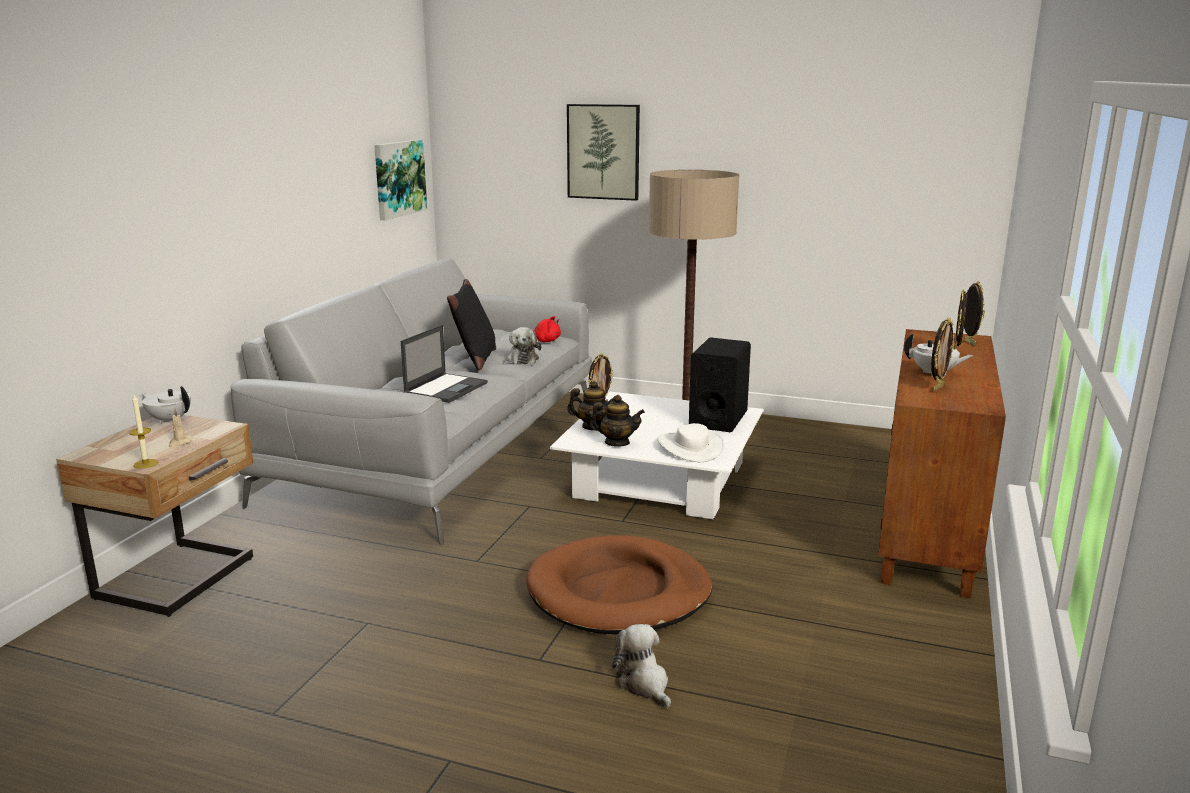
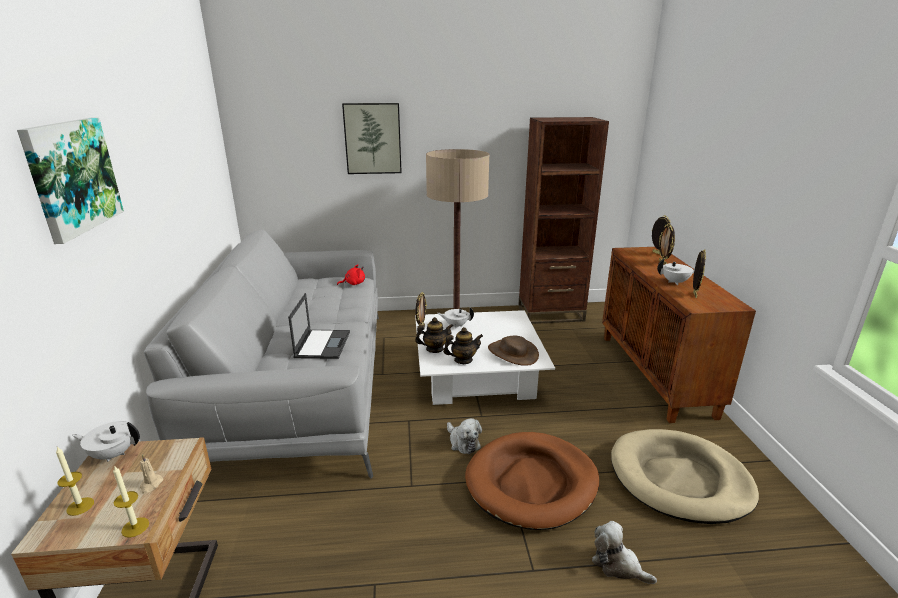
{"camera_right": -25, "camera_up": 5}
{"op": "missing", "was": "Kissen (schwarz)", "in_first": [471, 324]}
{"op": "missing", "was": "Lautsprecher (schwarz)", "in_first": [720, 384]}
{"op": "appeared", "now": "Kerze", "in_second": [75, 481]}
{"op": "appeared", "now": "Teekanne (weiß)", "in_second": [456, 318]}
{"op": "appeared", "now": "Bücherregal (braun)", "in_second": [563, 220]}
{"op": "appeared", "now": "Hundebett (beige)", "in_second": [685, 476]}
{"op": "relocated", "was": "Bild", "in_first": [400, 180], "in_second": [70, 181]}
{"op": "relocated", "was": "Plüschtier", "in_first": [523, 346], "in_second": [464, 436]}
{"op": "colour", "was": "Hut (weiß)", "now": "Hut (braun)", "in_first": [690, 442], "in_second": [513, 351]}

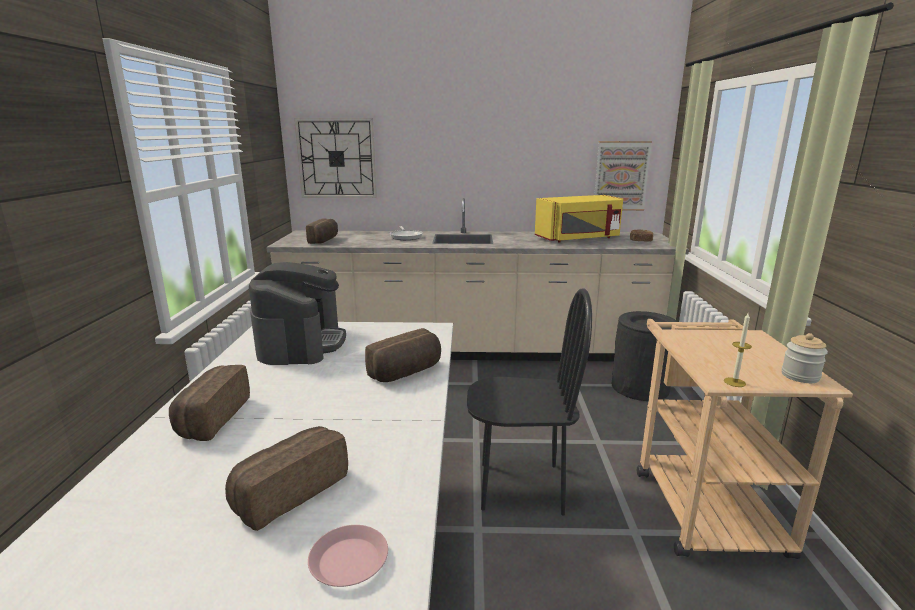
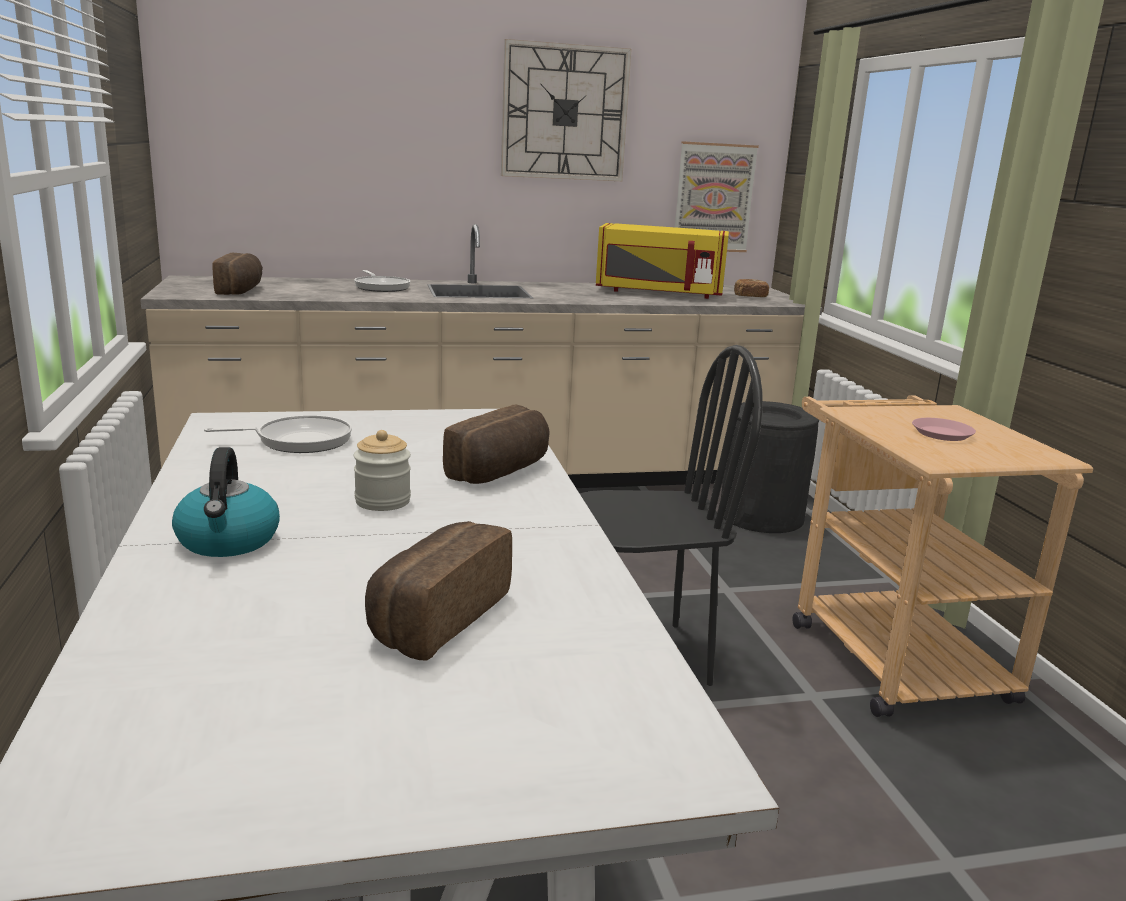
{"camera_right": -15, "camera_up": 0}
{"op": "missing", "was": "Kerze", "in_first": [738, 349]}
{"op": "relocated", "was": "Wanduhr", "in_first": [335, 158], "in_second": [566, 110]}
{"op": "relocated", "was": "Teller (rosa)", "in_first": [348, 556], "in_second": [944, 429]}
{"op": "relocated", "was": "Vorratsglas", "in_first": [804, 358], "in_second": [382, 470]}
{"op": "exchanged", "was": "Brot", "now": "Wasserkessel", "in_first": [209, 403], "in_second": [226, 502]}
{"op": "exchanged", "was": "Kaffeemaschine", "now": "Pfanne", "in_first": [297, 313], "in_second": [278, 434]}
{"op": "spun", "was": "Mikrowelle (gelb)", "in_first": [579, 219], "in_second": [662, 261], "clockwise": 45}

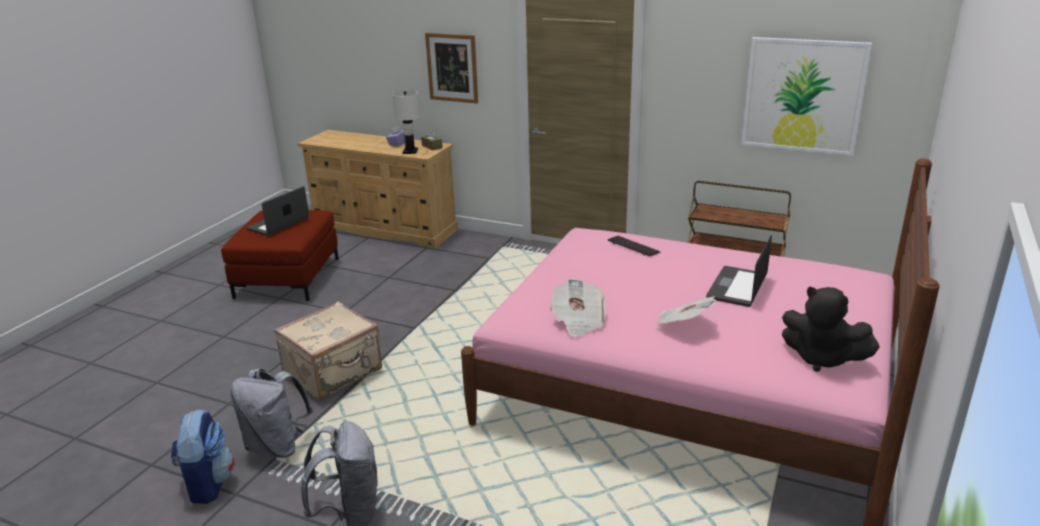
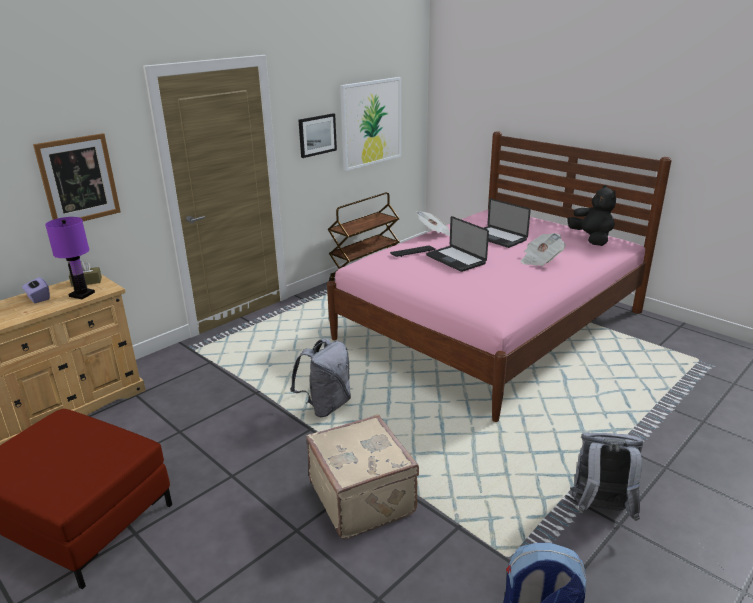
{"camera_right": -70, "camera_up": 0}
{"op": "appeared", "now": "Bild", "in_second": [318, 135]}
{"op": "relocated", "was": "Rucksack (grau)", "in_first": [272, 413], "in_second": [320, 377]}
{"op": "relocated", "was": "Laptop", "in_first": [278, 211], "in_second": [457, 244]}
{"op": "relocated", "was": "Zeitung", "in_first": [577, 307], "in_second": [433, 223]}
{"op": "colour", "was": "Tischlampe (weiß)", "now": "Tischlampe (lila)", "in_first": [406, 122], "in_second": [70, 258]}
{"op": "spun", "was": "Plüschtier (schwarz)", "in_first": [831, 329], "in_second": [592, 215], "clockwise": -75}

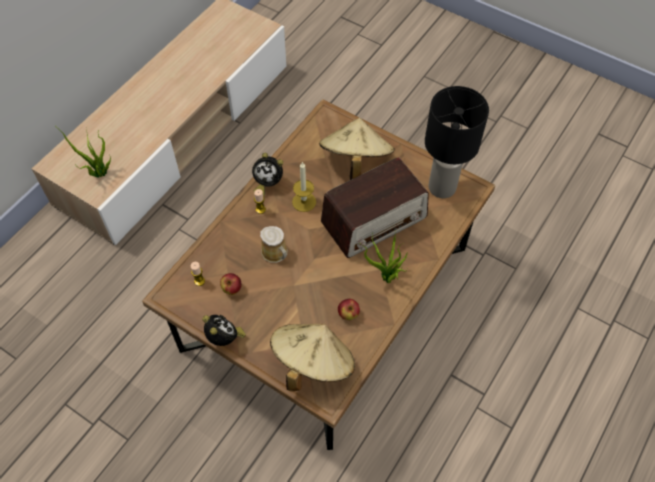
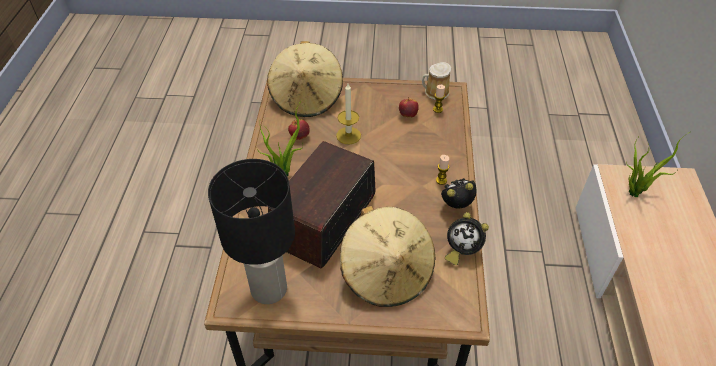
{"camera_right": 150, "camera_up": -10}
{"op": "relocated", "was": "Wecker", "in_first": [224, 330], "in_second": [467, 238]}
{"op": "relocated", "was": "Henkelbecher", "in_first": [274, 244], "in_second": [436, 81]}
{"op": "relocated", "was": "Kerze", "in_first": [304, 187], "in_second": [348, 114]}

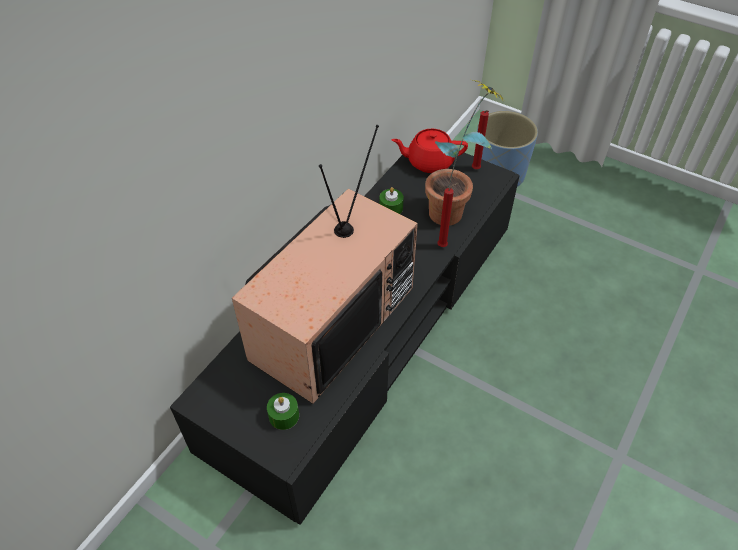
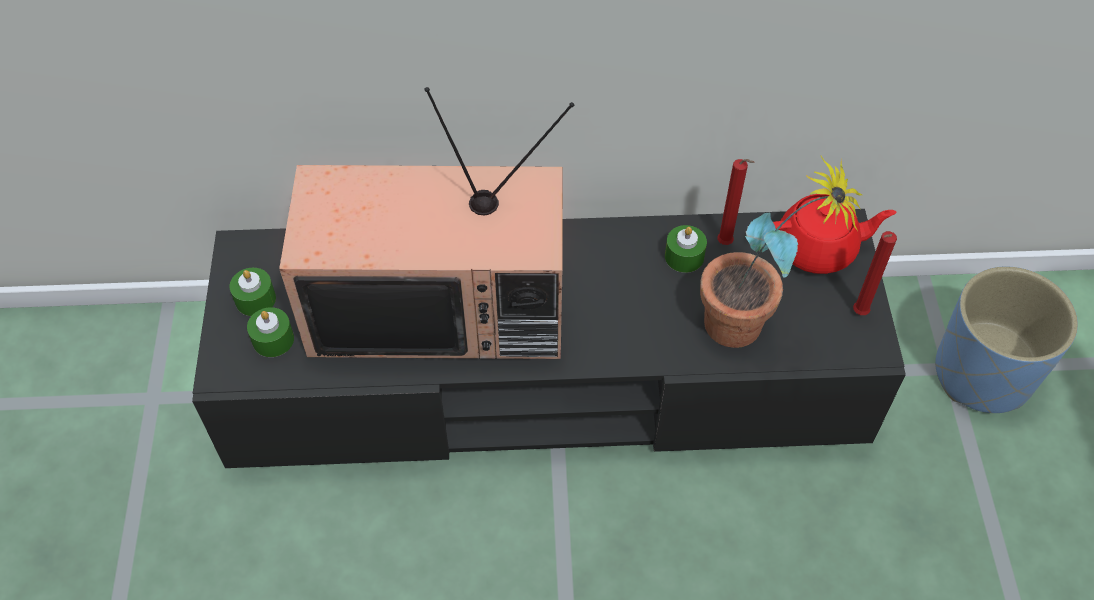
{"camera_right": 55, "camera_up": 5}
{"op": "appeared", "now": "Kerze (grün)", "in_second": [253, 292]}
{"op": "relocated", "was": "Kerze (rot)", "in_first": [448, 215], "in_second": [736, 202]}
{"op": "spun", "was": "Teekanne (rot)", "in_first": [429, 151], "in_second": [834, 234], "clockwise": 120}

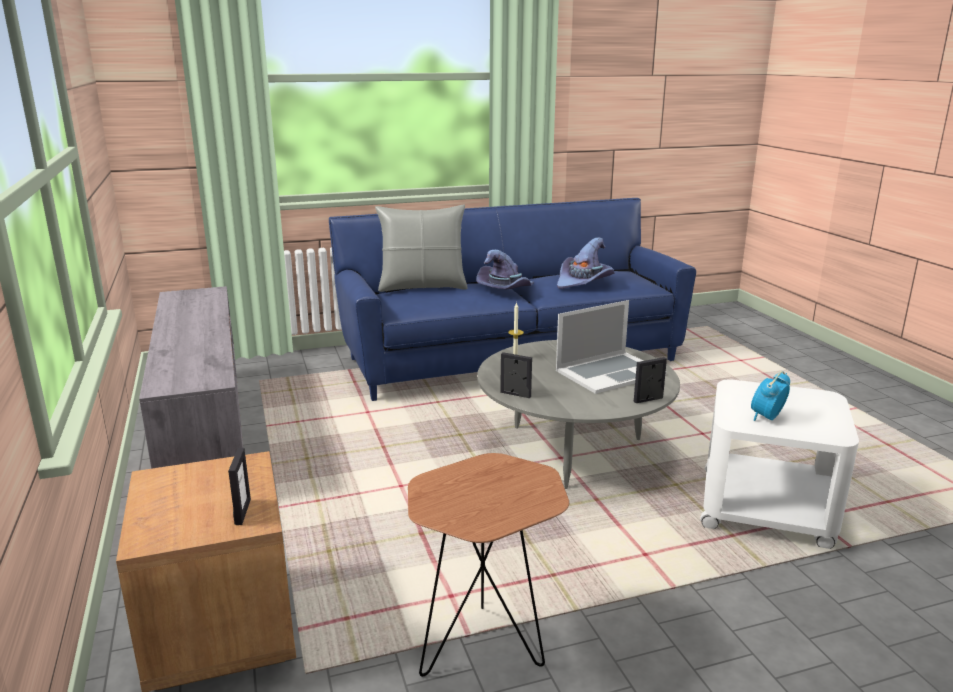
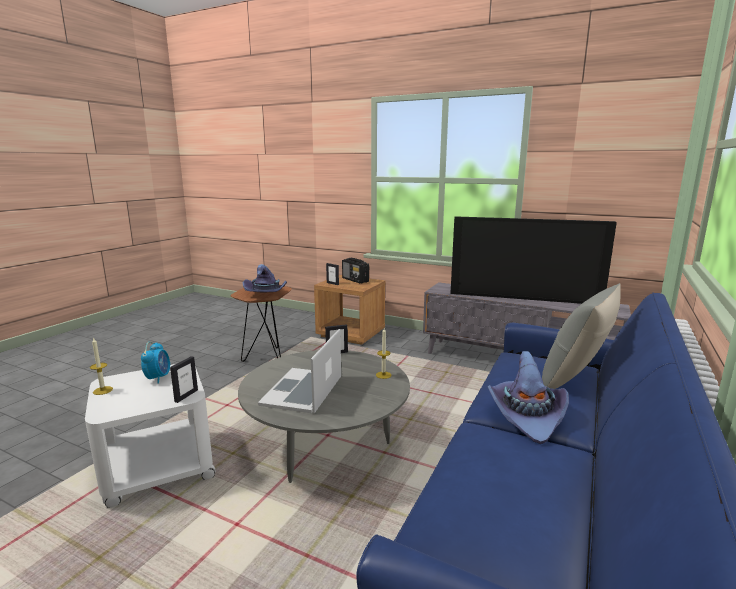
{"camera_right": 135, "camera_up": -5}
{"op": "appeared", "now": "Kerze", "in_second": [101, 366]}
{"op": "appeared", "now": "Radio", "in_second": [355, 270]}
{"op": "appeared", "now": "Fernseher", "in_second": [533, 260]}
{"op": "relocated", "was": "Hut (lila)", "in_first": [586, 263], "in_second": [264, 278]}
{"op": "relocated", "was": "Bilderrahmen", "in_first": [650, 380], "in_second": [184, 379]}

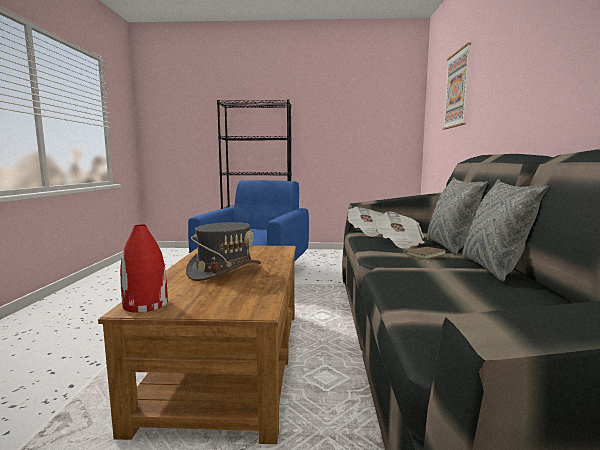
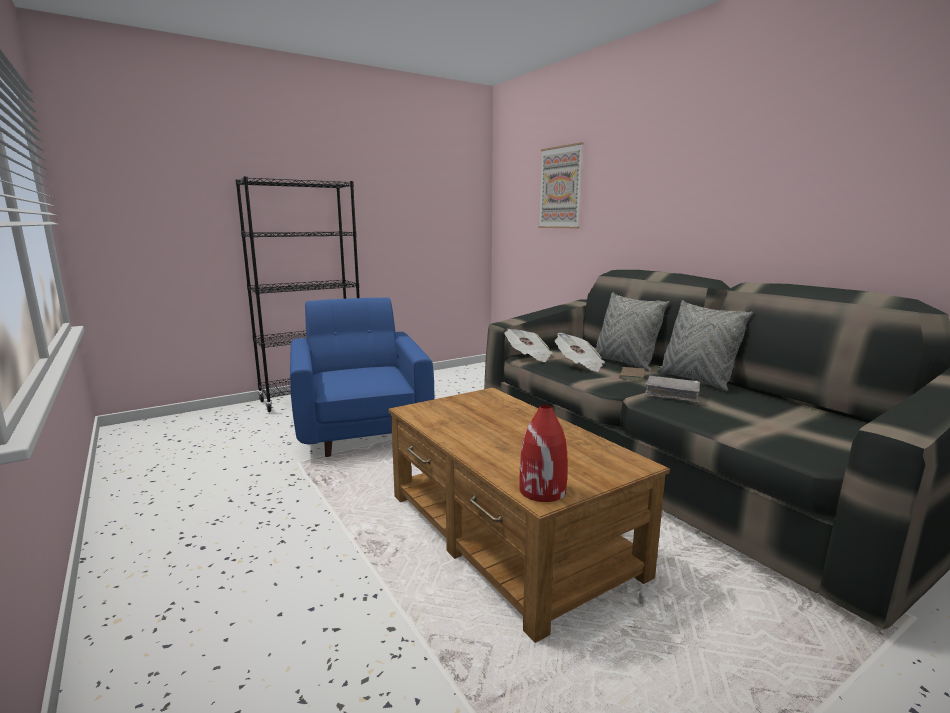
{"camera_right": -35, "camera_up": 5}
{"op": "missing", "was": "Hut (grau)", "in_first": [223, 251]}
{"op": "appeared", "now": "Buch (grau)", "in_second": [672, 389]}

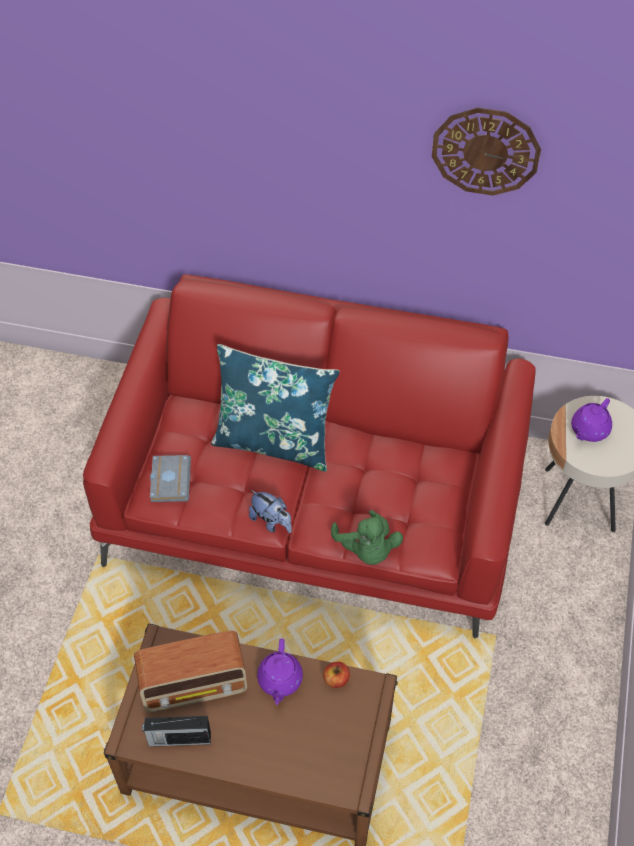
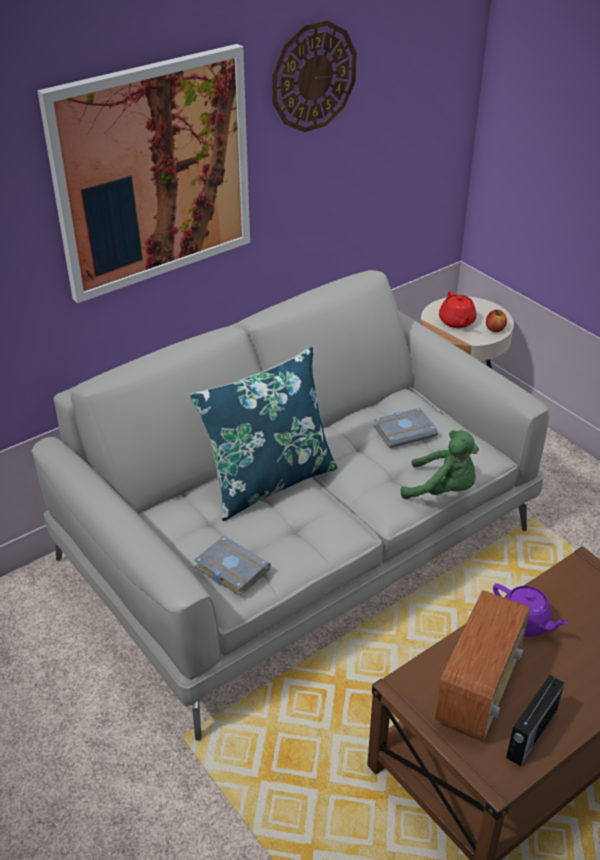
{"camera_right": -50, "camera_up": -15}
{"op": "missing", "was": "Plüschtier", "in_first": [270, 511]}
{"op": "appeared", "now": "Bild", "in_second": [143, 173]}
{"op": "appeared", "now": "Buch (grau)", "in_second": [406, 428]}
{"op": "relocated", "was": "Apfel", "in_first": [336, 675], "in_second": [496, 321]}
{"op": "colour", "was": "Sofa (rot)", "now": "Sofa (grau)", "in_first": [309, 456], "in_second": [290, 505]}
{"op": "colour", "was": "Teekanne (lila)", "now": "Teekanne (rot)", "in_first": [591, 420], "in_second": [458, 309]}

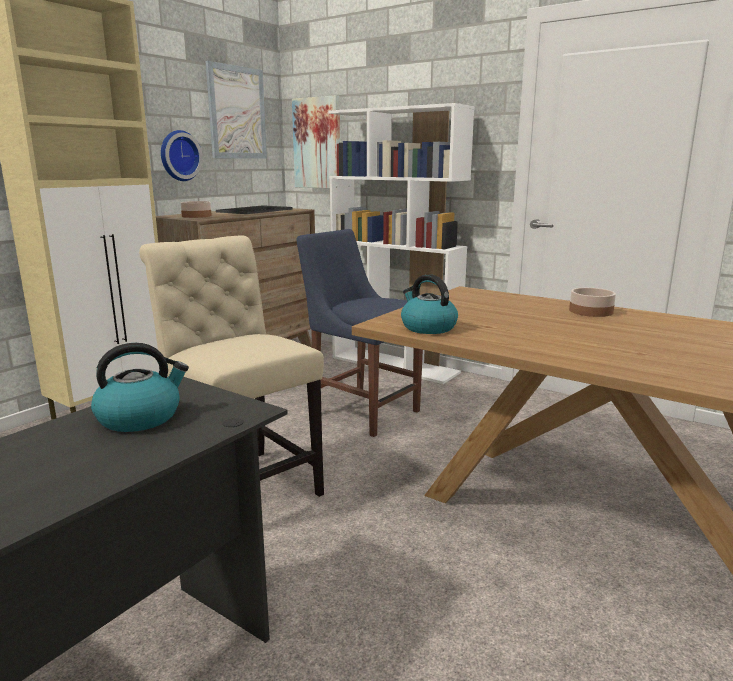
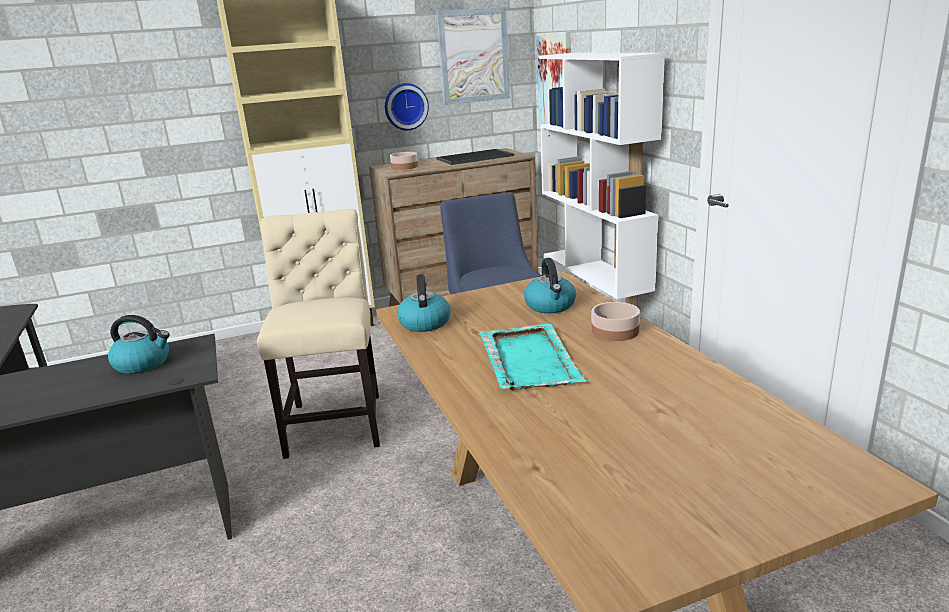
{"camera_right": 35, "camera_up": 5}
{"op": "appeared", "now": "Tablett (türkis)", "in_second": [533, 357]}
{"op": "appeared", "now": "Wasserkessel", "in_second": [550, 285]}

